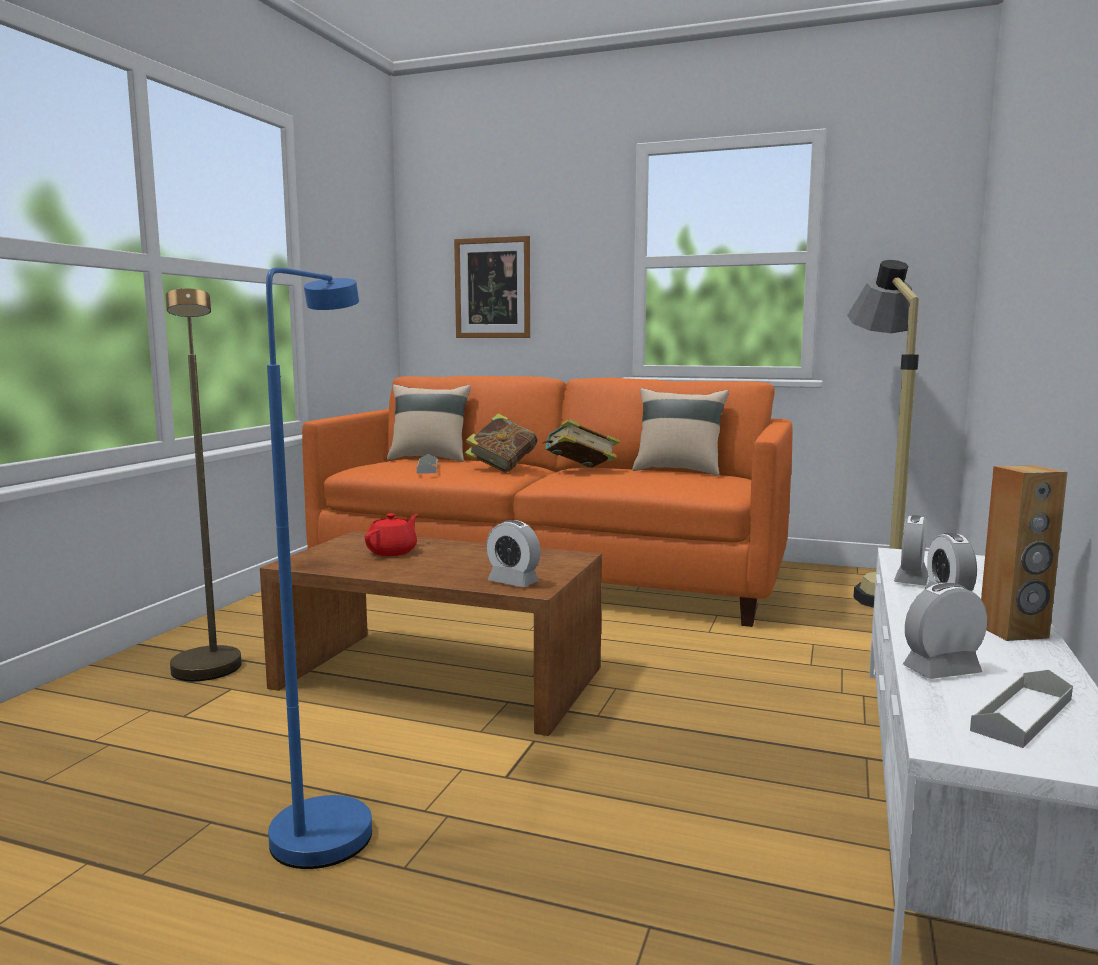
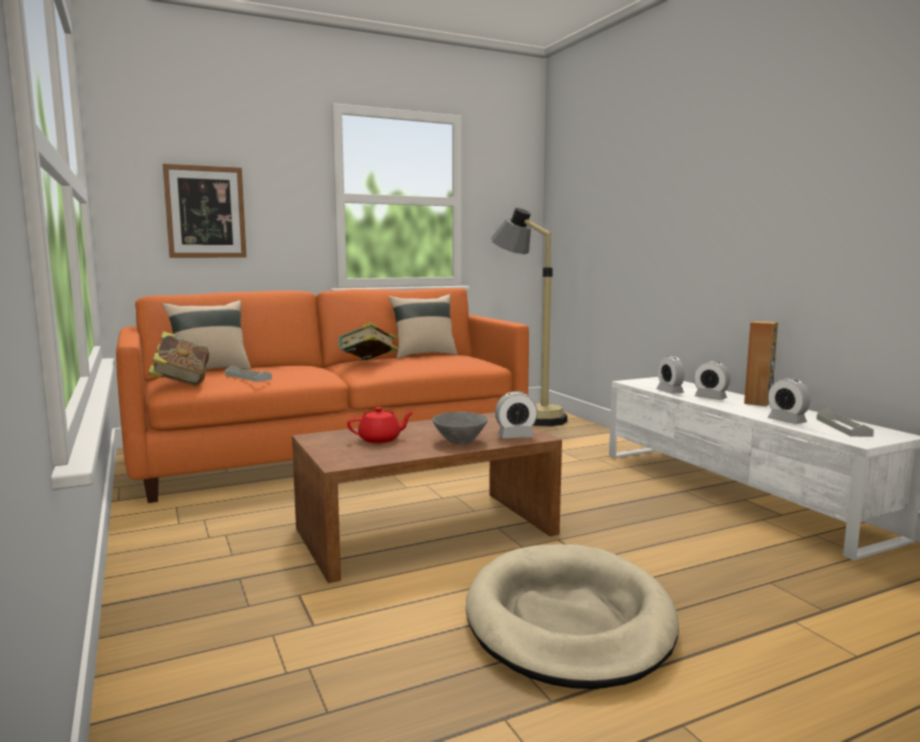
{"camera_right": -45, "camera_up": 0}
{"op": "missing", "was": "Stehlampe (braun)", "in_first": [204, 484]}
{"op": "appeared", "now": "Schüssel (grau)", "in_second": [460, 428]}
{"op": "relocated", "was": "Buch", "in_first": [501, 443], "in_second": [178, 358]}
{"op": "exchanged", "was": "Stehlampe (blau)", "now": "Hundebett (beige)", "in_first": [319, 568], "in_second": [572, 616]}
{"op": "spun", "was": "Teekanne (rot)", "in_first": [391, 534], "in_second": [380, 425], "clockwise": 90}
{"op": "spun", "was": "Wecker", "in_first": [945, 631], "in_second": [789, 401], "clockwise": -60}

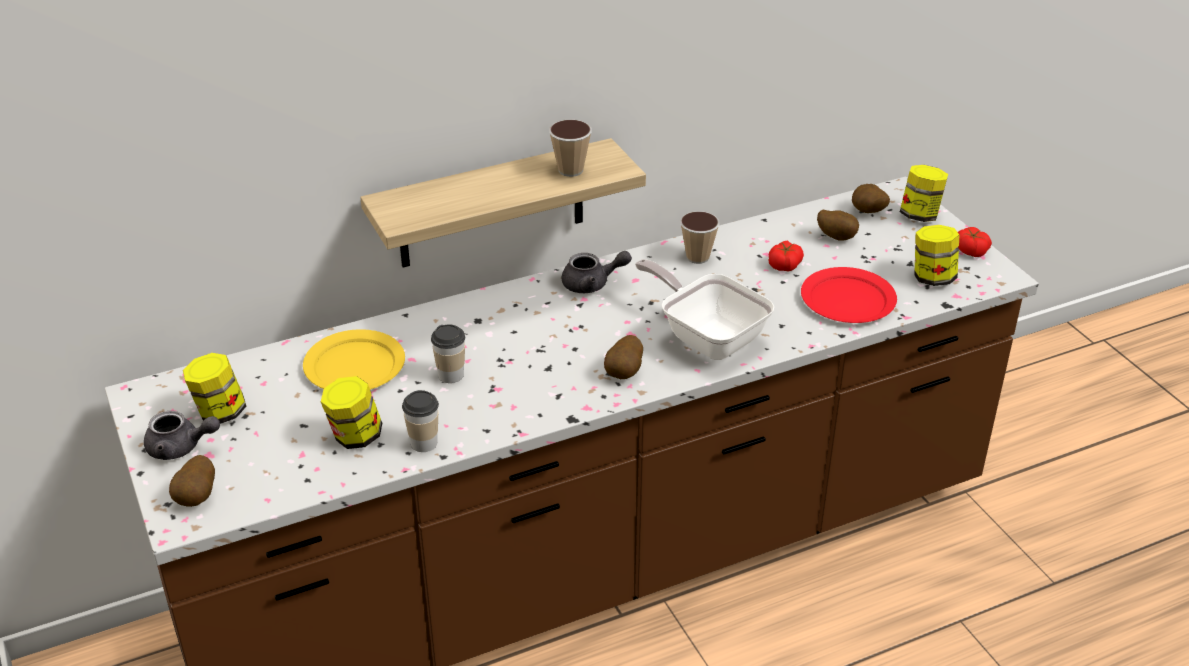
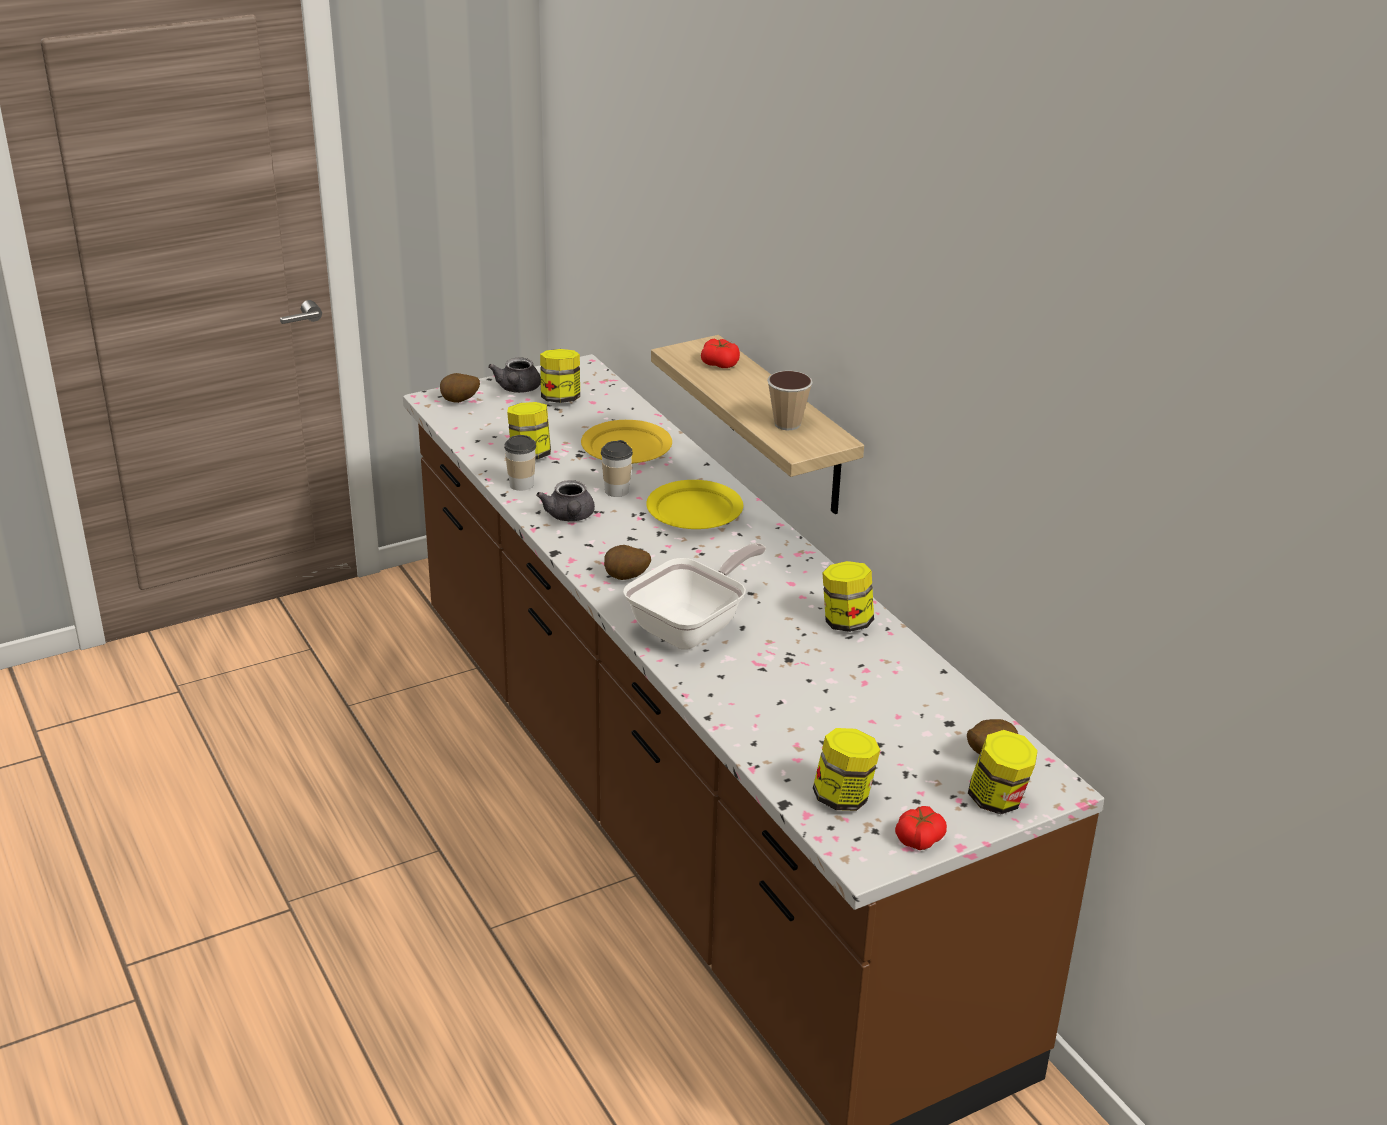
{"camera_right": 85, "camera_up": -5}
{"op": "missing", "was": "Teller (rot)", "in_first": [849, 295]}
{"op": "missing", "was": "Kartoffel", "in_first": [838, 225]}
{"op": "appeared", "now": "Teller (gelb)", "in_second": [694, 504]}
{"op": "relocated", "was": "Teekanne (grau)", "in_first": [597, 272], "in_second": [565, 500]}
{"op": "relocated", "was": "Tomate", "in_first": [786, 256], "in_second": [720, 353]}
{"op": "exchanged", "was": "Tasse", "now": "Vorratsglas", "in_first": [700, 237], "in_second": [848, 596]}

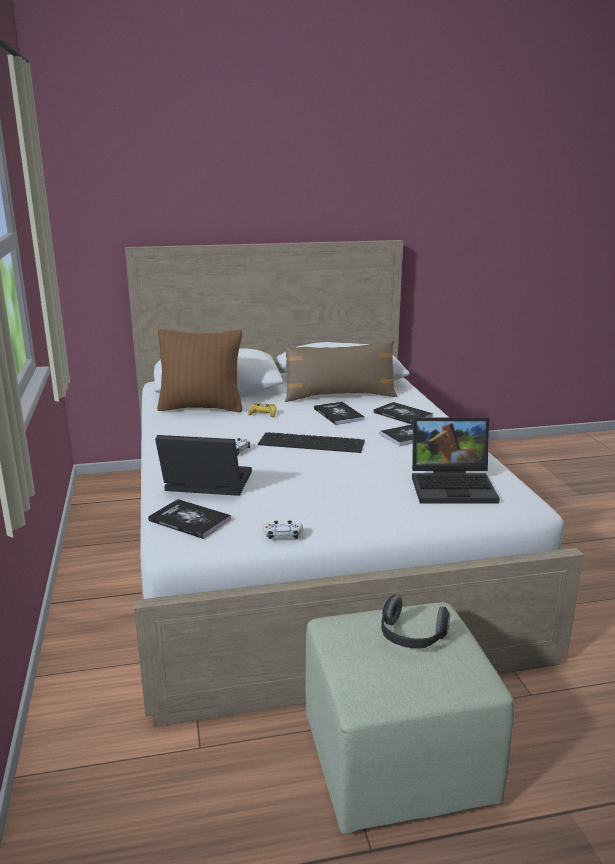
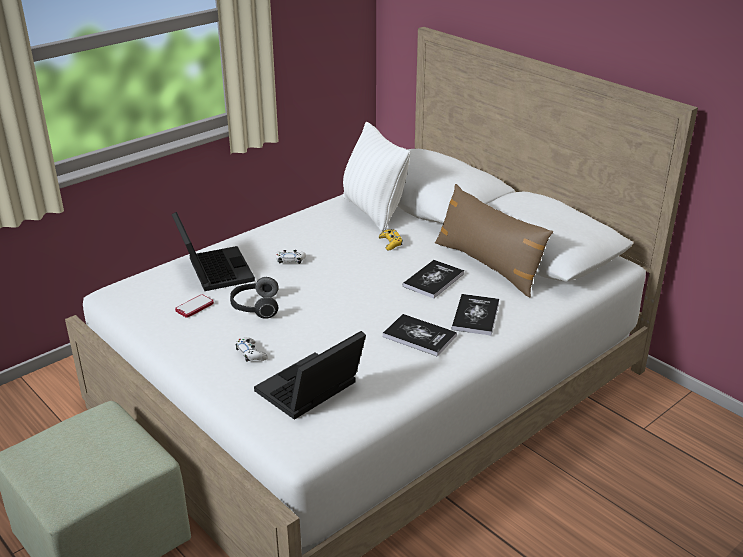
{"camera_right": 60, "camera_up": 10}
{"op": "missing", "was": "Buch", "in_first": [189, 519]}
{"op": "missing", "was": "Tastatur", "in_first": [311, 442]}
{"op": "appeared", "now": "Handy", "in_second": [194, 306]}
{"op": "relocated", "was": "Gamepad (weiß)", "in_first": [283, 530], "in_second": [252, 349]}
{"op": "relocated", "was": "Kopfhörer", "in_first": [415, 621], "in_second": [254, 298]}
{"op": "colour", "was": "Kissen (braun)", "now": "Kissen (weiß)", "in_first": [200, 370], "in_second": [376, 176]}
{"op": "spun", "was": "Laptop", "in_first": [456, 460], "in_second": [310, 375], "clockwise": 75}

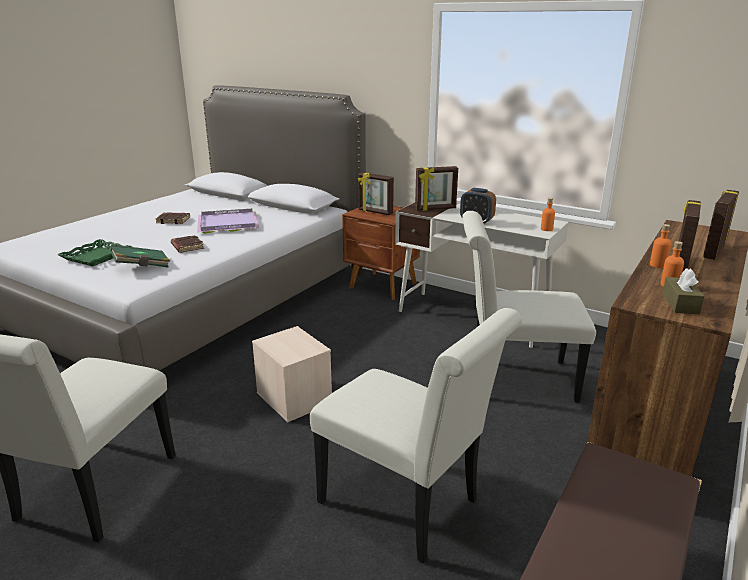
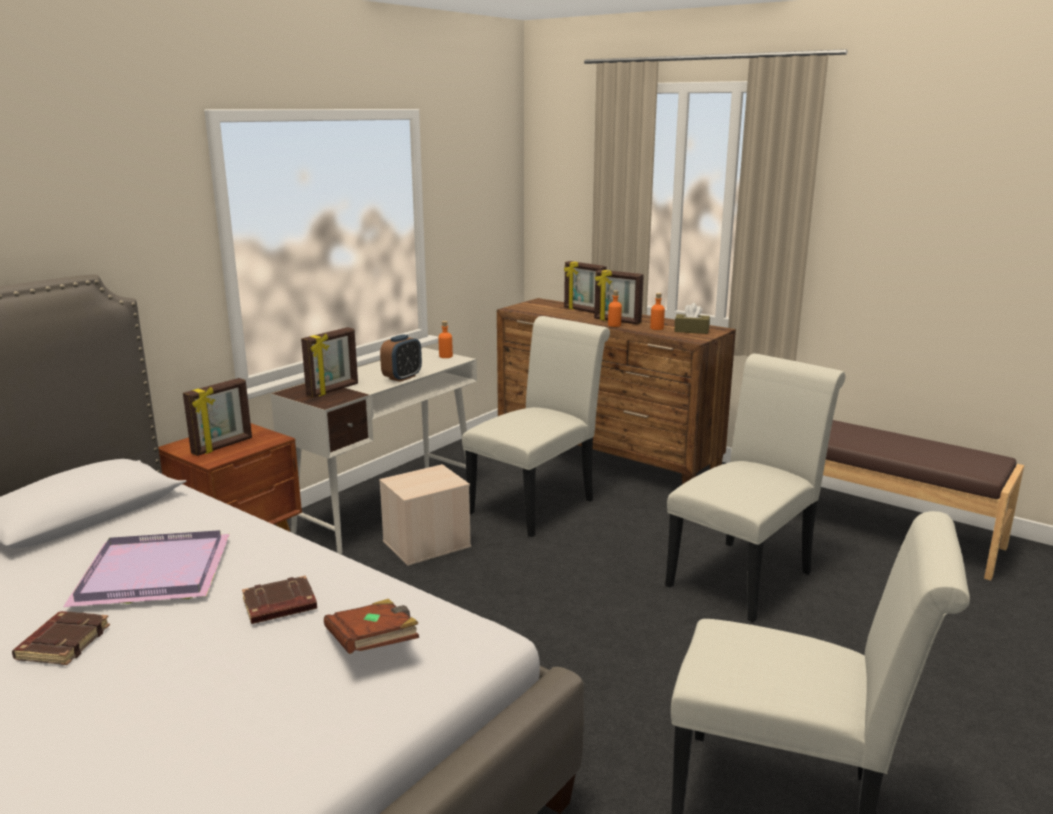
{"camera_right": -85, "camera_up": -5}
{"op": "missing", "was": "Tablett (grün)", "in_first": [95, 252]}
{"op": "relocated", "was": "Aufbewahrungsbox (beige)", "in_first": [292, 374], "in_second": [425, 515]}
{"op": "colour", "was": "Buch (grün)", "now": "Buch (braun)", "in_first": [140, 256], "in_second": [371, 626]}
{"op": "spun", "was": "Bilderrahmen", "in_first": [436, 188], "in_second": [329, 362], "clockwise": 45}
{"op": "spun", "was": "Stuhl (weiß)", "in_first": [529, 307], "in_second": [536, 426], "clockwise": -150}

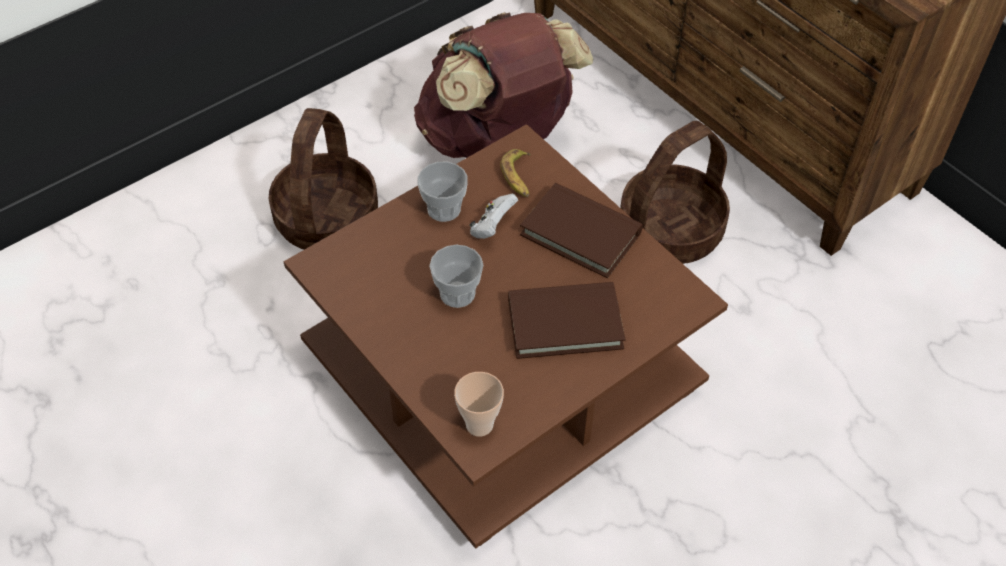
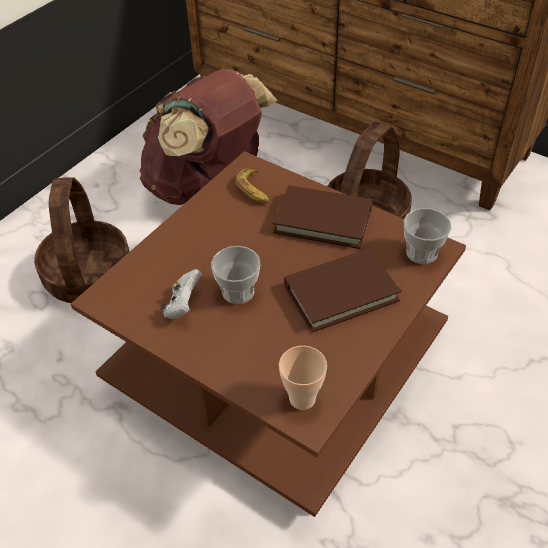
{"camera_right": -15, "camera_up": -5}
{"op": "relocated", "was": "Tasse", "in_first": [442, 192], "in_second": [427, 236]}
{"op": "relocated", "was": "Gamepad (weiß)", "in_first": [493, 216], "in_second": [182, 294]}

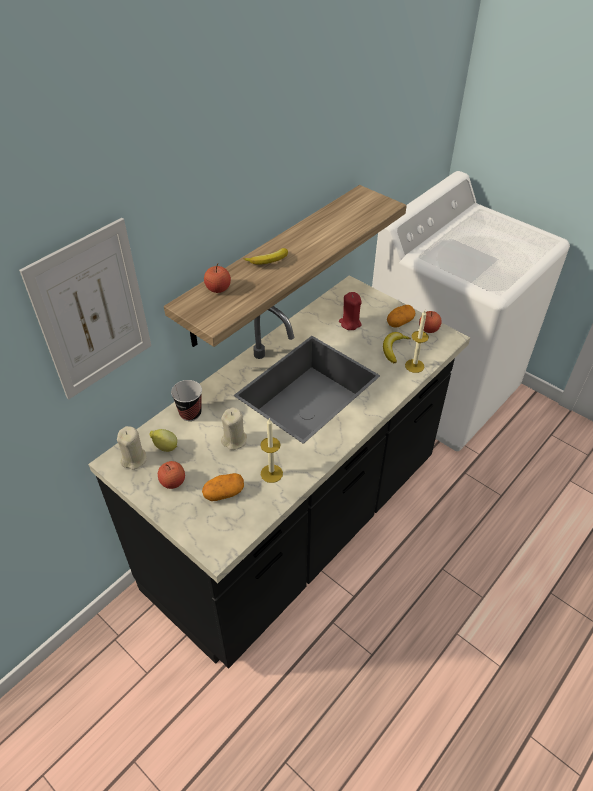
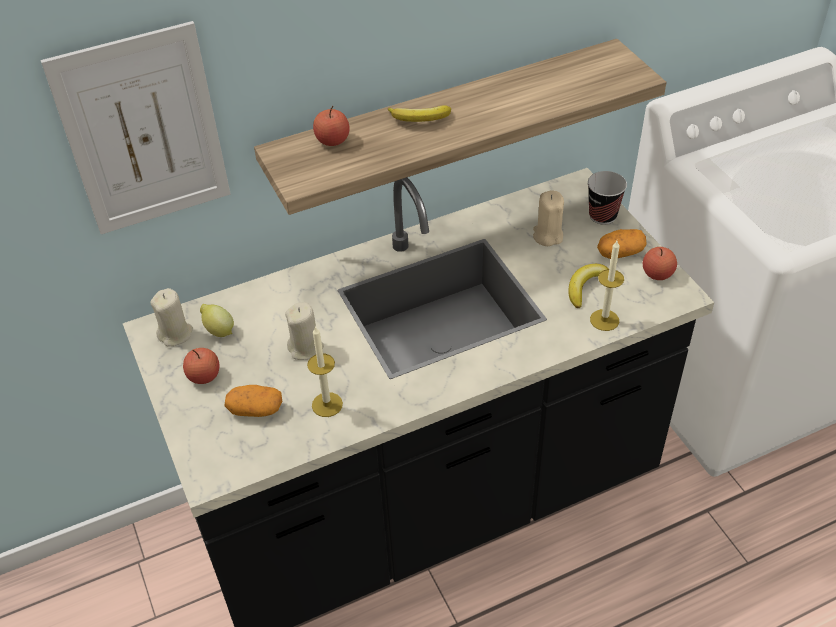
{"camera_right": 25, "camera_up": 0}
{"op": "relocated", "was": "Tasse", "in_first": [186, 400], "in_second": [607, 198]}
{"op": "colour", "was": "Kerze (rot)", "now": "Kerze (beige)", "in_first": [350, 311], "in_second": [548, 218]}

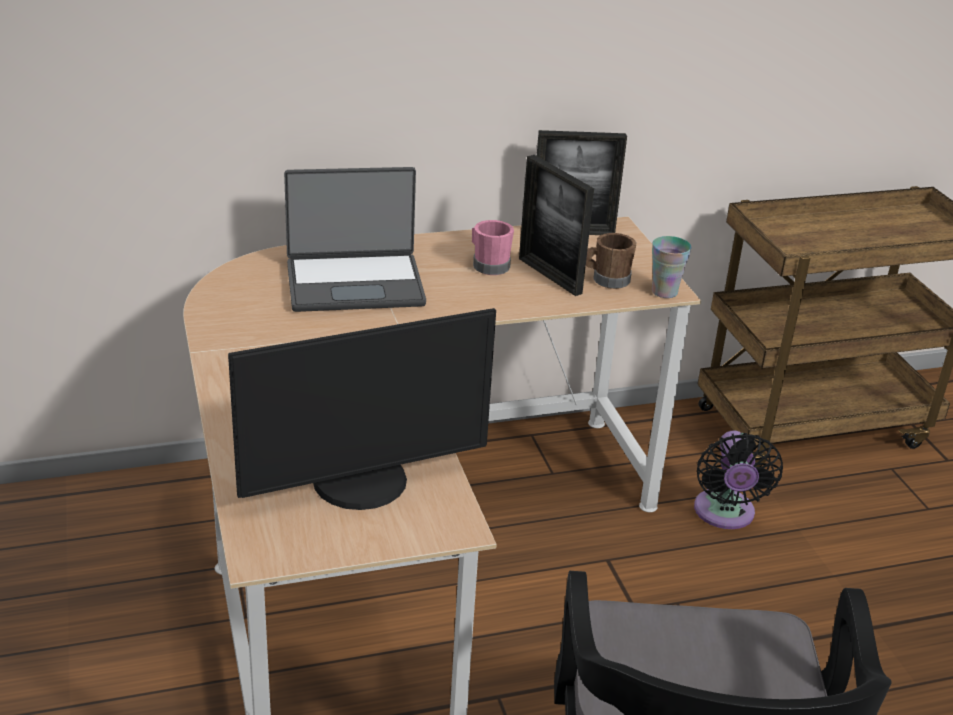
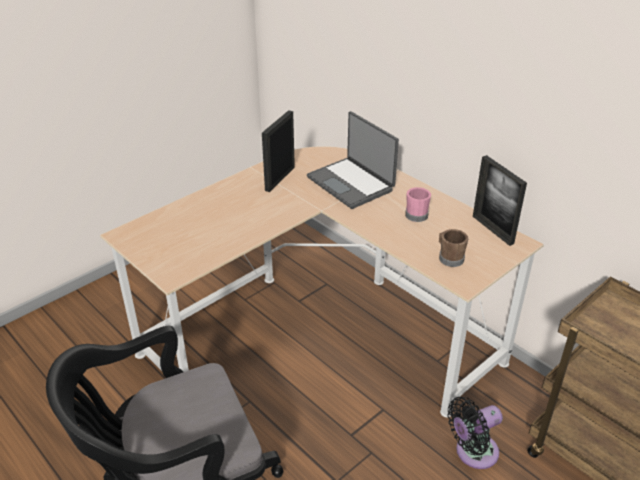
{"camera_right": 65, "camera_up": 5}
{"op": "missing", "was": "Monitor", "in_first": [362, 409]}
{"op": "missing", "was": "Tasse", "in_first": [671, 267]}
{"op": "relocated", "was": "Bilderrahmen", "in_first": [556, 225], "in_second": [278, 151]}

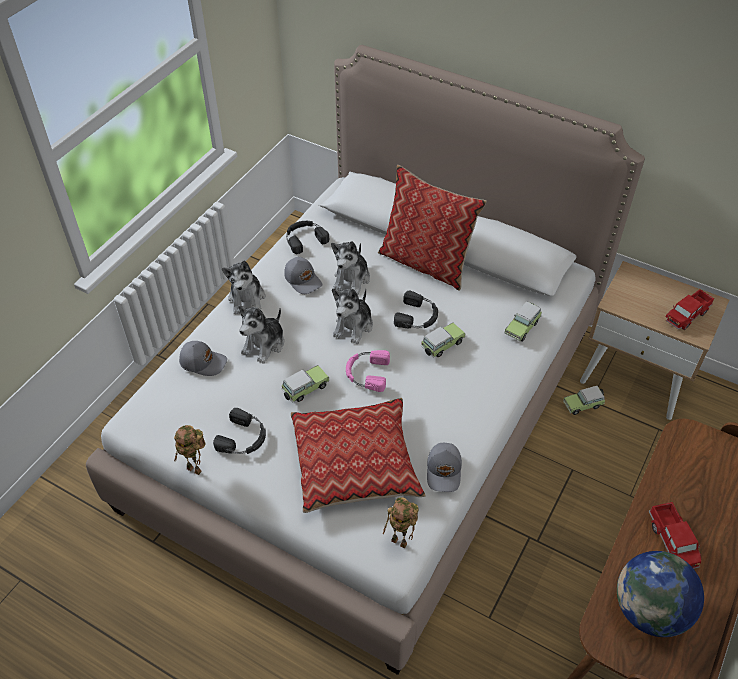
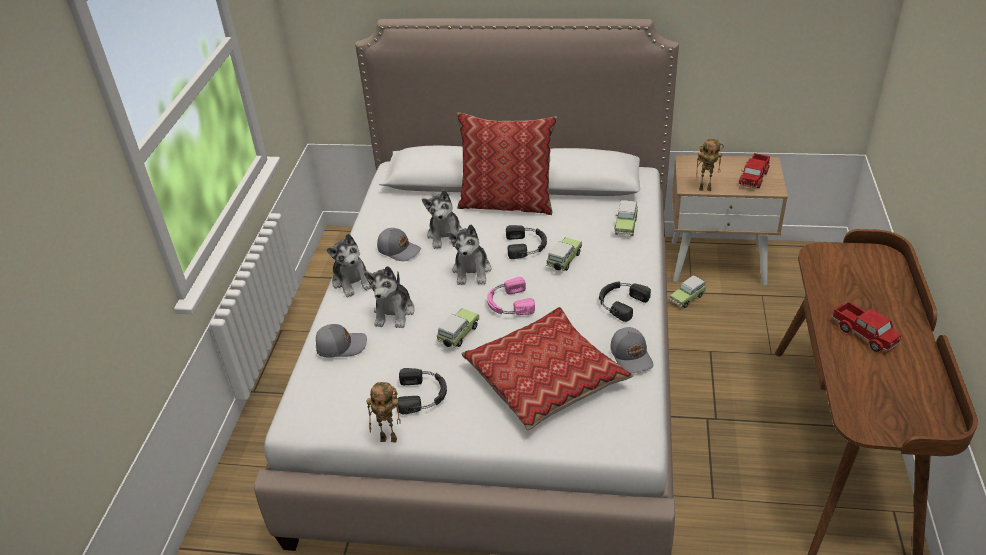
{"camera_right": -20, "camera_up": -10}
{"op": "missing", "was": "Globus", "in_first": [660, 594]}
{"op": "relocated", "was": "Kopfhörer (schwarz)", "in_first": [307, 237], "in_second": [625, 301]}
{"op": "relocated", "was": "Spielzeugroboter", "in_first": [401, 523], "in_second": [710, 165]}

